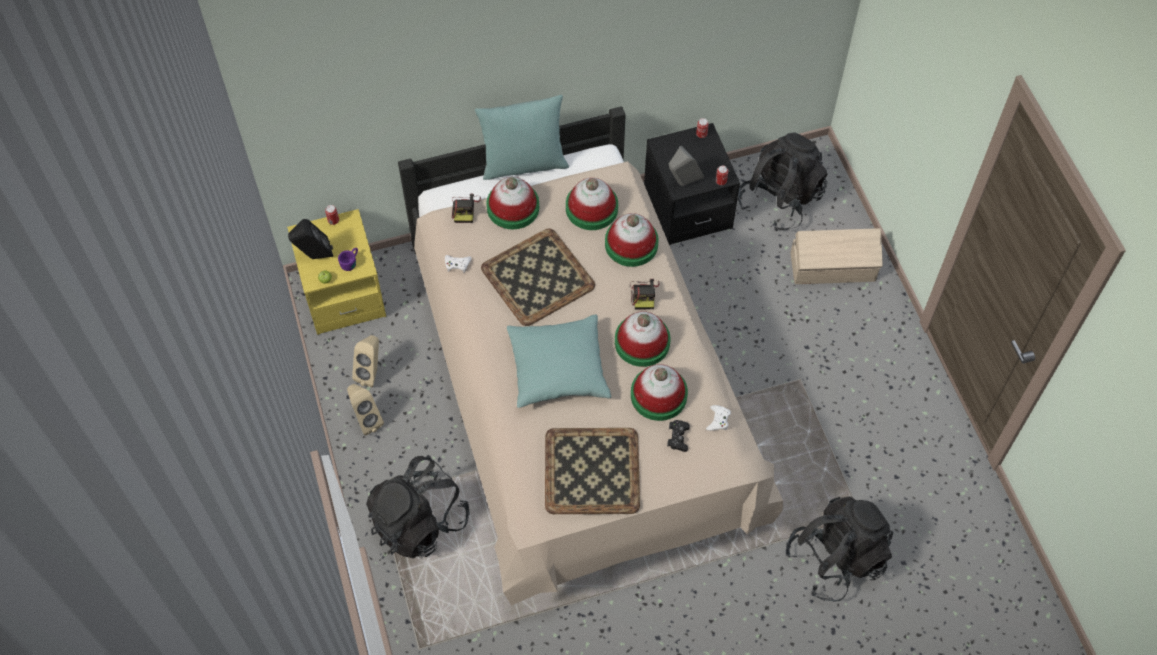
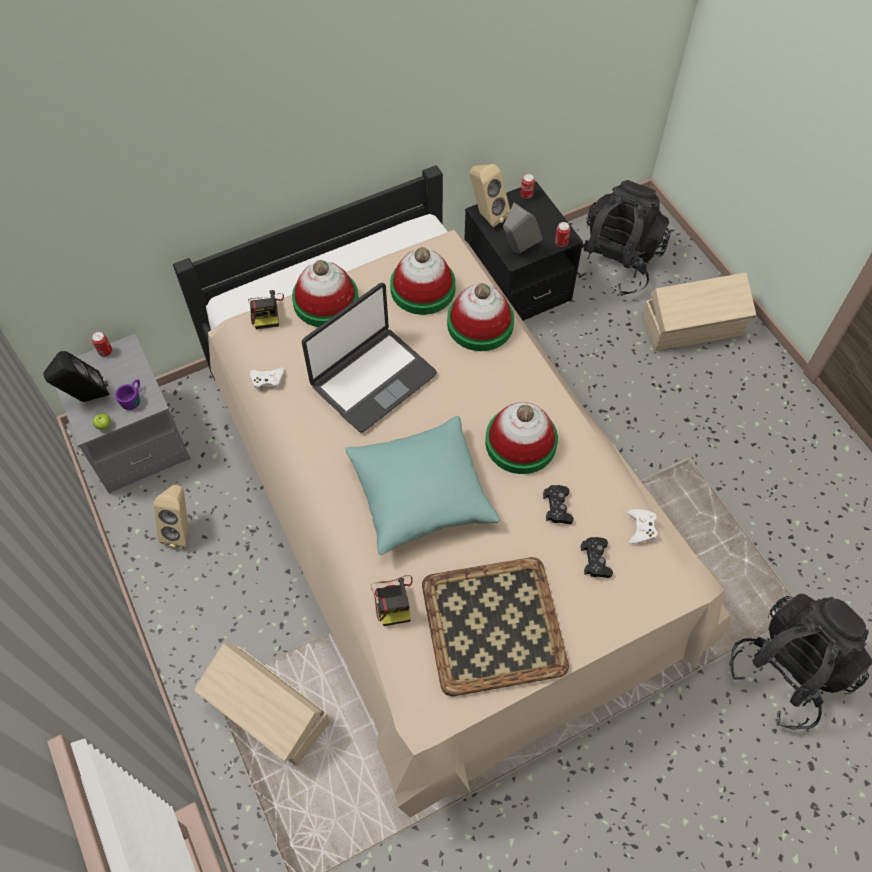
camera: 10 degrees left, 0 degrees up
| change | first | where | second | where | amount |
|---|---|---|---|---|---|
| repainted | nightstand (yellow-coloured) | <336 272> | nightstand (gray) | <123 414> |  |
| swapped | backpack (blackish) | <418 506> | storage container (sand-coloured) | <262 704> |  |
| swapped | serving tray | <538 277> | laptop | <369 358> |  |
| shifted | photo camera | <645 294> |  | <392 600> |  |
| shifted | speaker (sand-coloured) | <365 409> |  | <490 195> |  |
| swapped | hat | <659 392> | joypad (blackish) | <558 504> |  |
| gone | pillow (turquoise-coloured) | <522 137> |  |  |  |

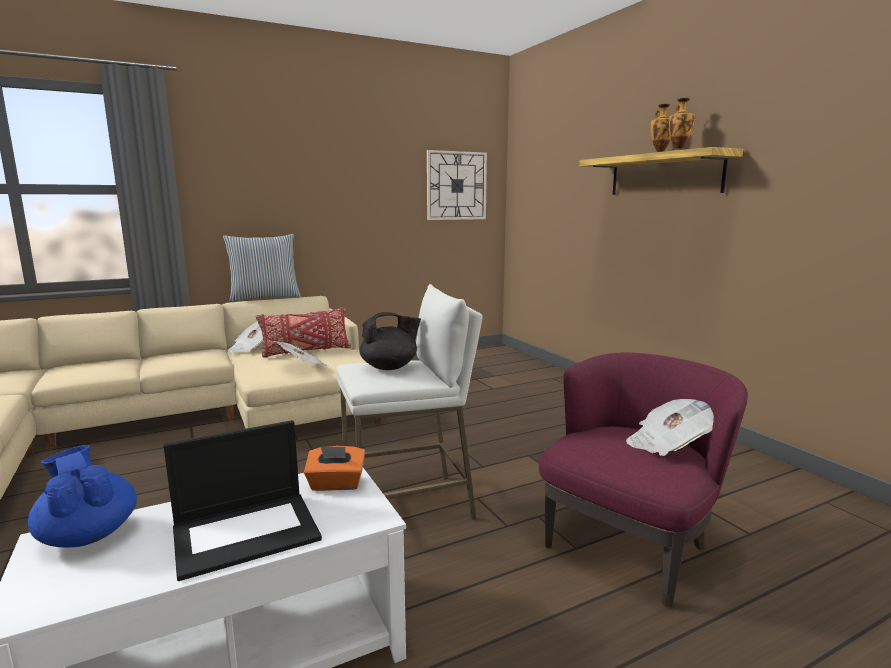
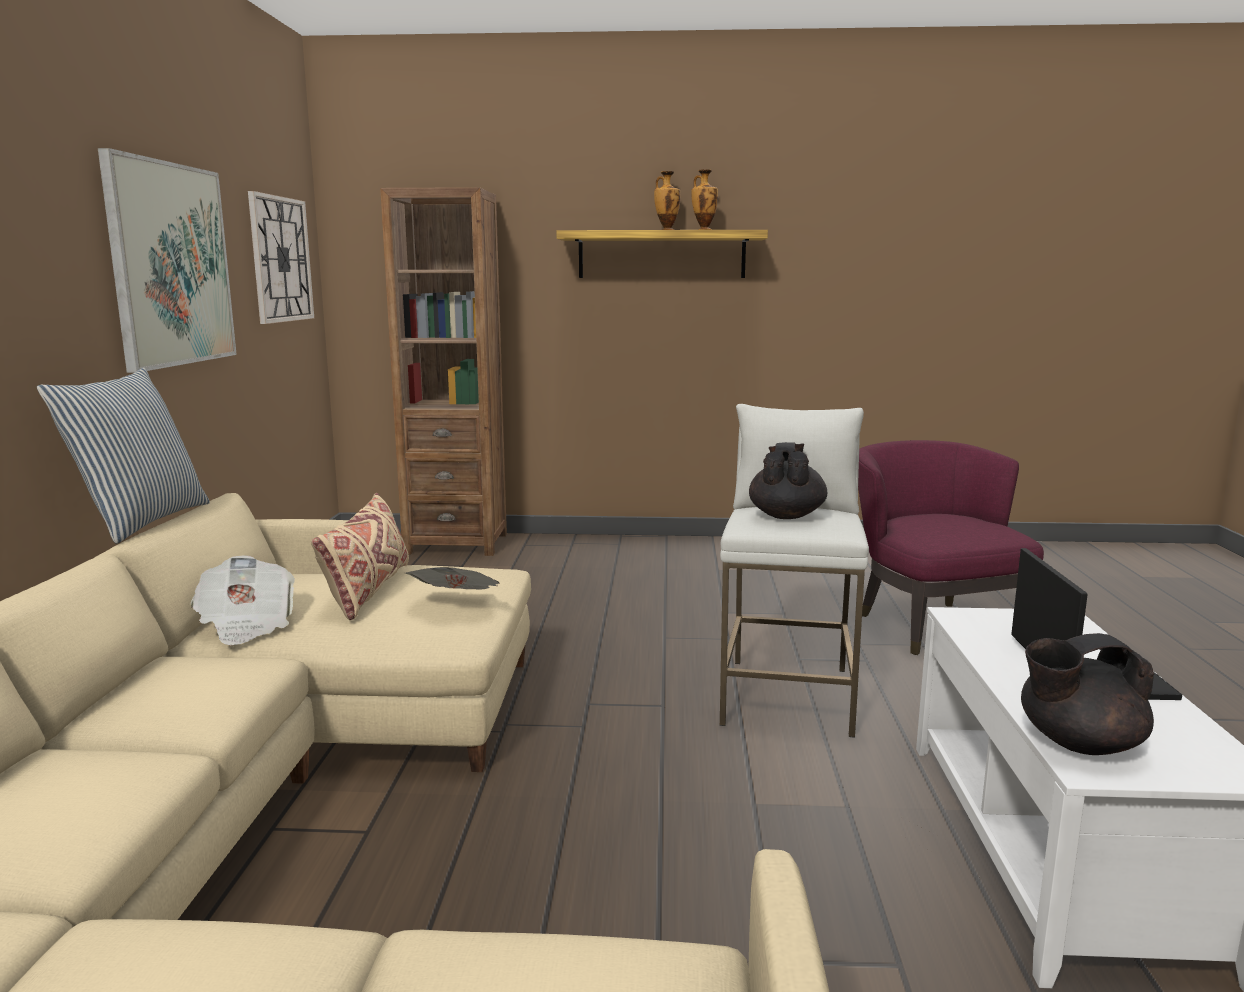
camera: 60 degrees left, 0 degrees up
| change | first | where | second | where | amount |
|---|---|---|---|---|---|
| new |  |  | wall art | <167 260> |  |
| repainted | pillow (reddish) | <303 332> | pillow (sand-coloured) | <360 556> |  |
| new |  |  | bookcase (brown) | <443 371> |  |
| repainted | teapot (bluish) | <82 496> | teapot (blackish) | <1087 694> |  |
| gone | tissue holder (orange-coloured) | <334 468> |  |  |  |
| gone | printed paper | <670 427> |  |  |  |

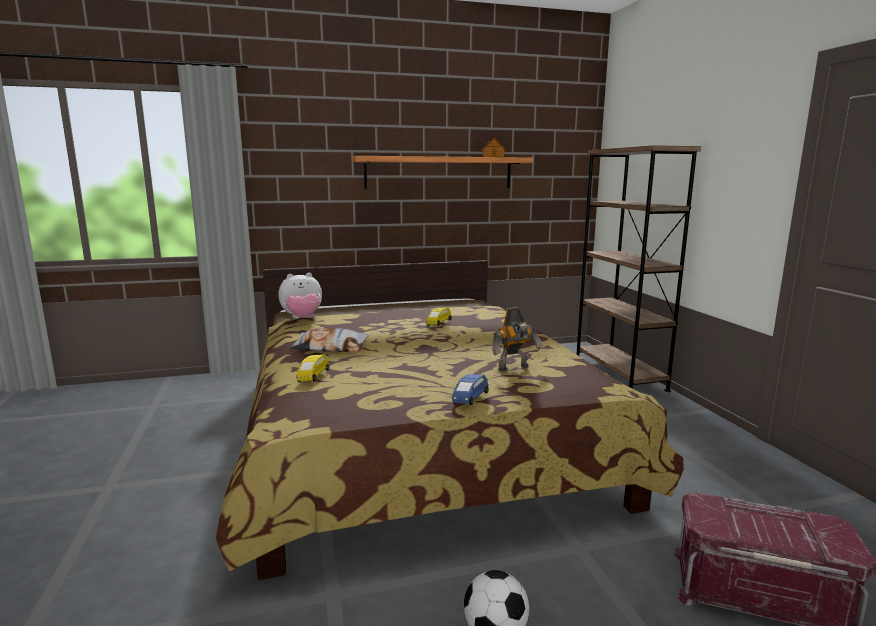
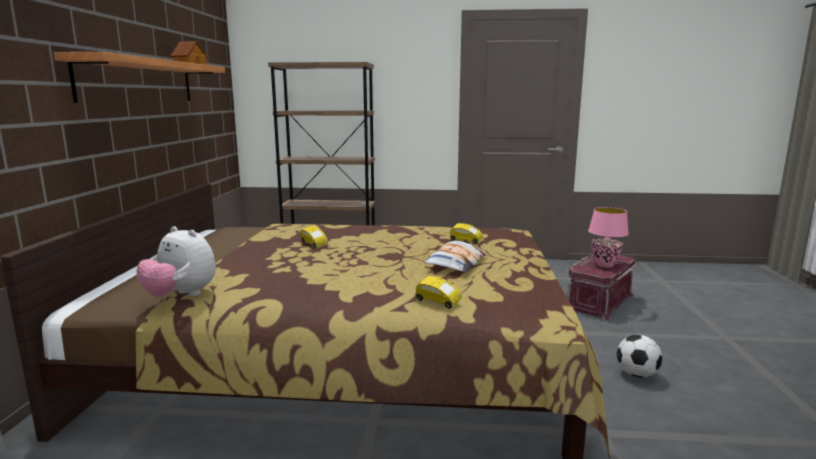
camera: 70 degrees left, 0 degrees up
| change | first | where | second | where | amount |
|---|---|---|---|---|---|
| rotated | cuddly toy | <300 296> |  | <176 261> | 120 degrees clockwise |
| shifted | pillow | <329 340> |  | <455 256> |  |
| swapped | robot figure | <517 339> | miniature car (yellow-coloured) | <466 233> |  |
| new |  |  | table lamp (pink-coloured) | <608 237> |  |
| gone | miniature car (bluish) | <470 389> |  |  |  |

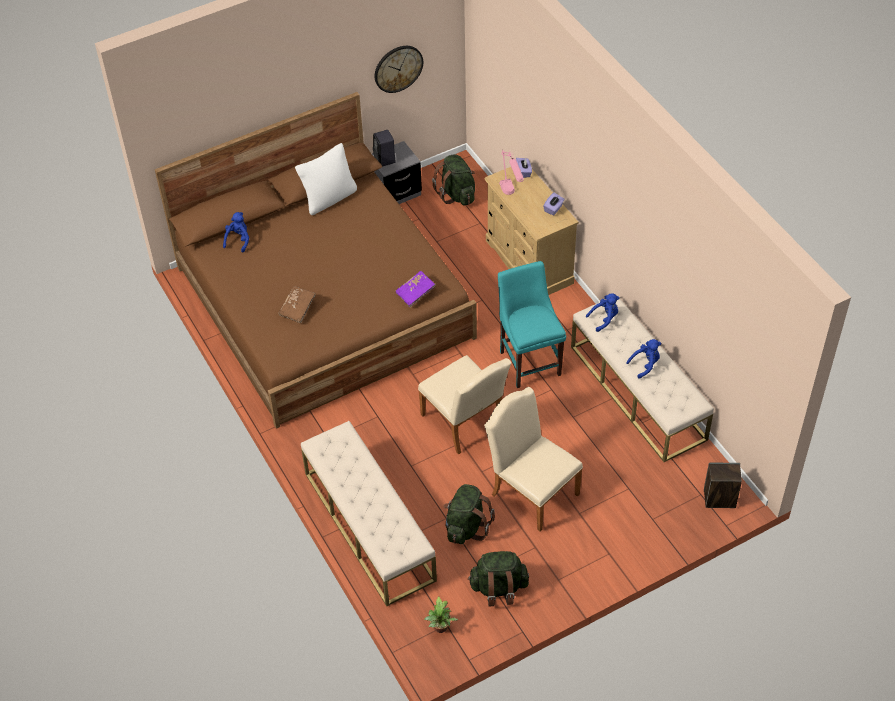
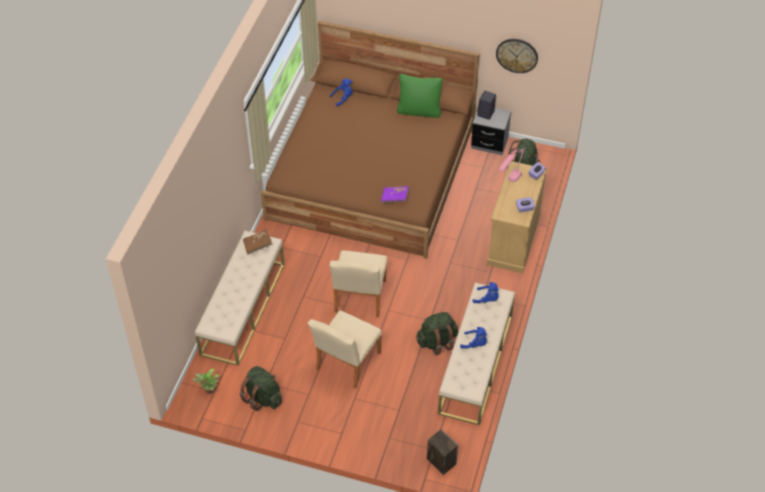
camera: 45 degrees right, 0 degrees up
| change | first | where | second | where | amount |
|---|---|---|---|---|---|
| shifted | volume (brown) | <297 304> |  | <257 242> |  |
| rotated | chair (sand-coloured) | <533 459> |  | <345 349> | 150 degrees counterclockwise |
| repainted | pillow (whitish) | <326 179> | pillow (green-coloured) | <420 96> |  |
| shifted | backpack (green-coloured) | <469 514> |  | <437 333> |  |
| gone | chair (turquoise-coloured) | <532 324> |  |  |  |

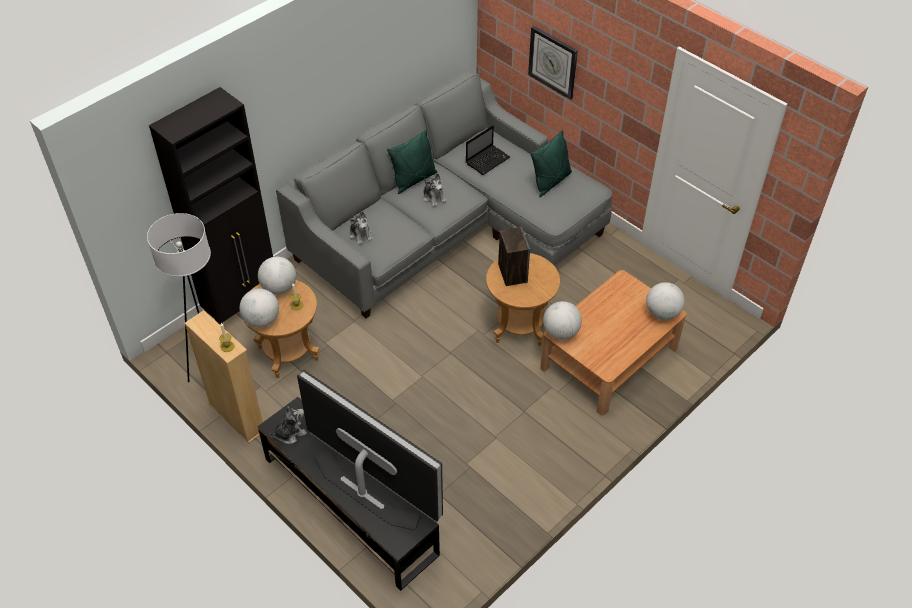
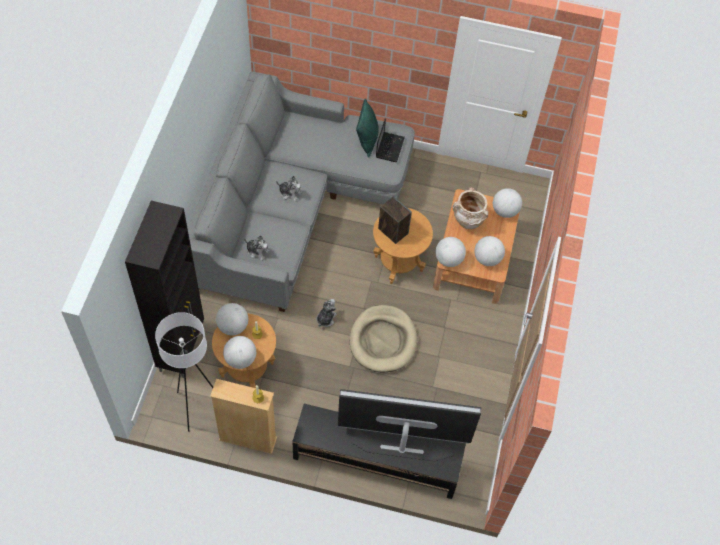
camera: 35 degrees left, 10 degrees up
| change | first | where | second | where | amount |
|---|---|---|---|---|---|
| shifted | cuddly toy | <288 425> |  | <327 313> |  |
| new |  |  | pet bed (sand-coloured) | <383 338> |  |
| shifted | laptop | <488 150> |  | <390 140> |  |
| new |  |  | decorative vase (sand-coloured) | <471 208> |  |
| new |  |  | desk globe | <489 251> |  |
| gone | pillow (green-coloured) | <412 162> |  |  |  |
| gone | wall clock | <553 63> |  |  |  |

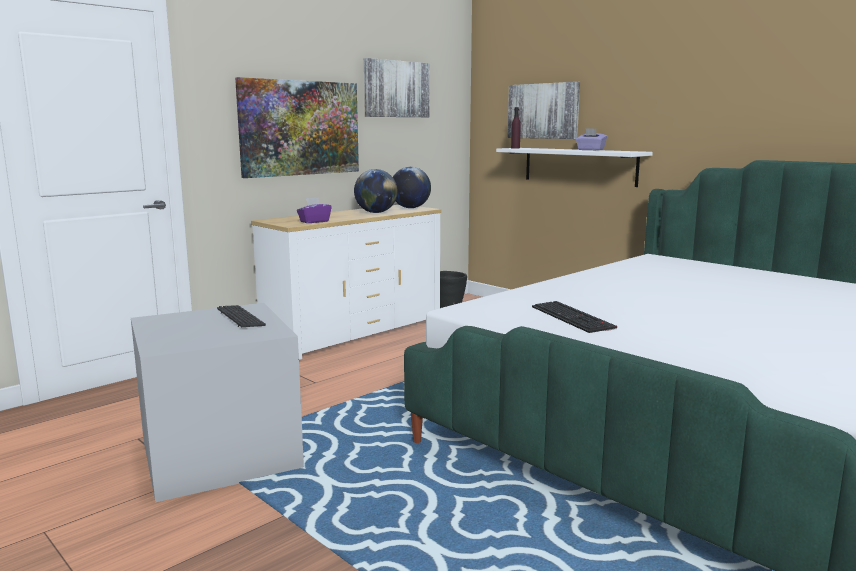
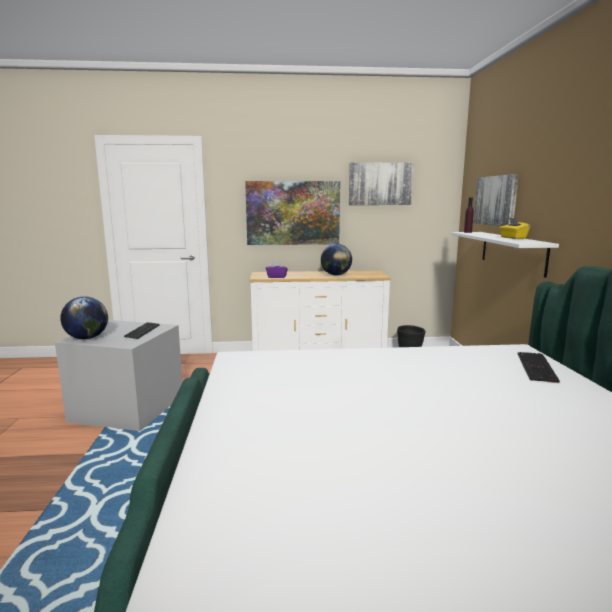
camera: 40 degrees right, 0 degrees up
| change | first | where | second | where | amount |
|---|---|---|---|---|---|
| shifted | desk globe | <412 187> |  | <84 317> |  |
| repainted | tissue holder (purplish) | <591 139> | tissue holder (yellow-coloured) | <514 228> |  |
| shifted | keyboard | <574 317> |  | <538 367> |  |

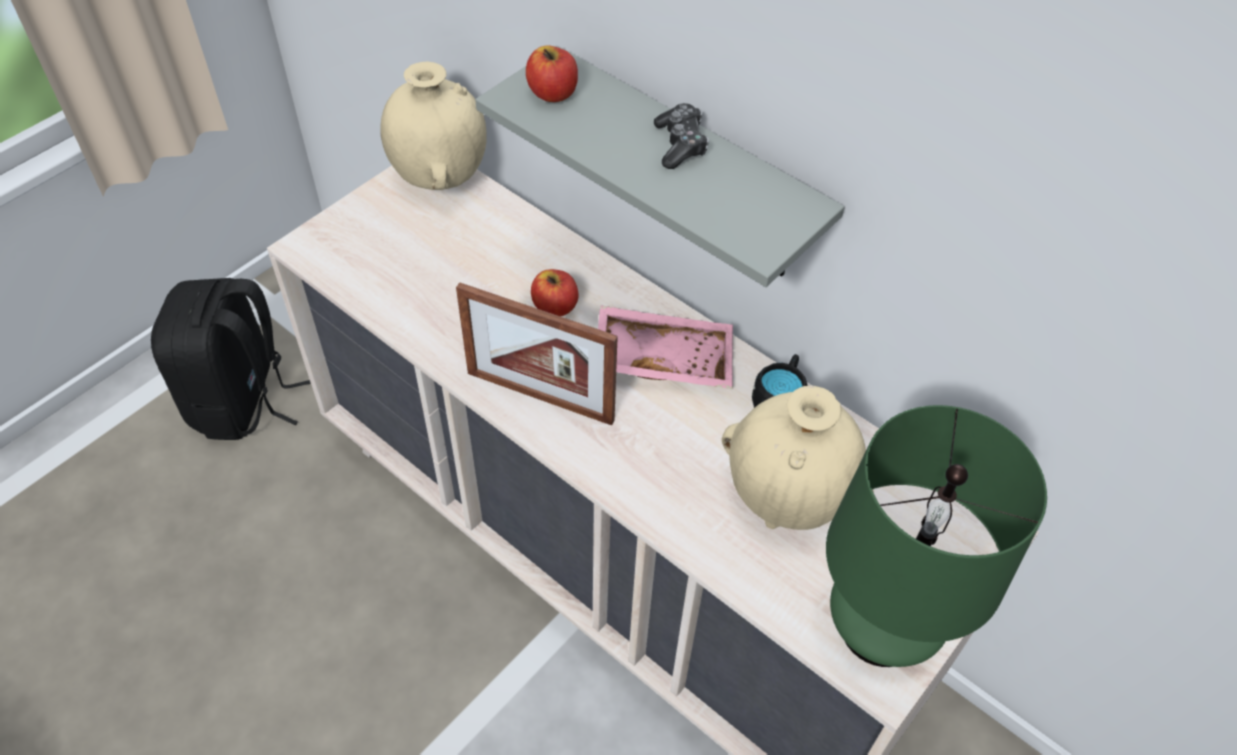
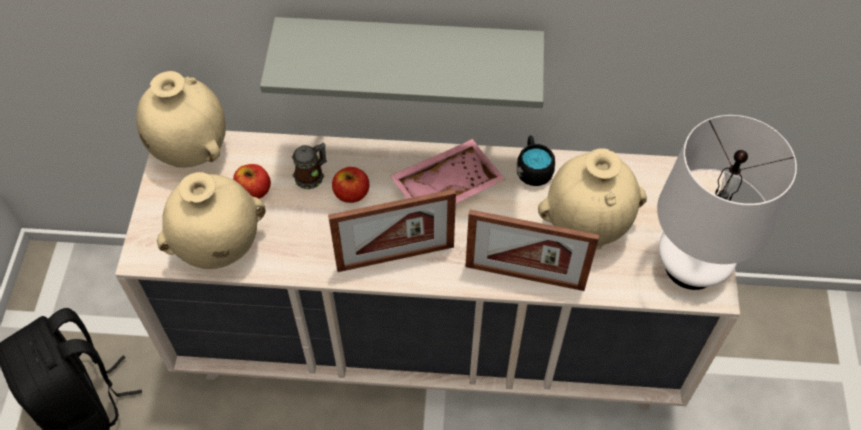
camera: 35 degrees left, 5 degrees up
| change | first | where | second | where | amount |
|---|---|---|---|---|---|
| new |  |  | decorative vase (sand-coloured) | <211 220> |  |
| shifted | whole apple | <552 73> |  | <252 181> |  |
| new |  |  | coffee mug | <309 165> |  |
| new |  |  | photo frame | <532 250> |  |
| repainted | table lamp (green-coloured) | <936 536> | table lamp (whitish) | <727 202> |  |
| gone | joypad | <681 136> |  |  |  |

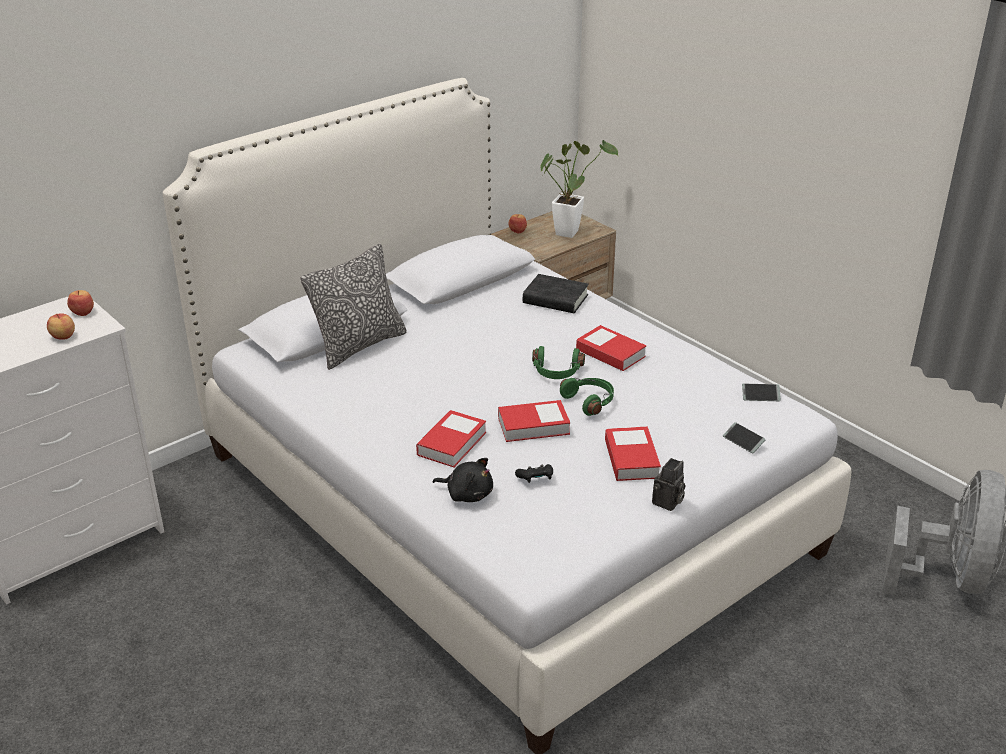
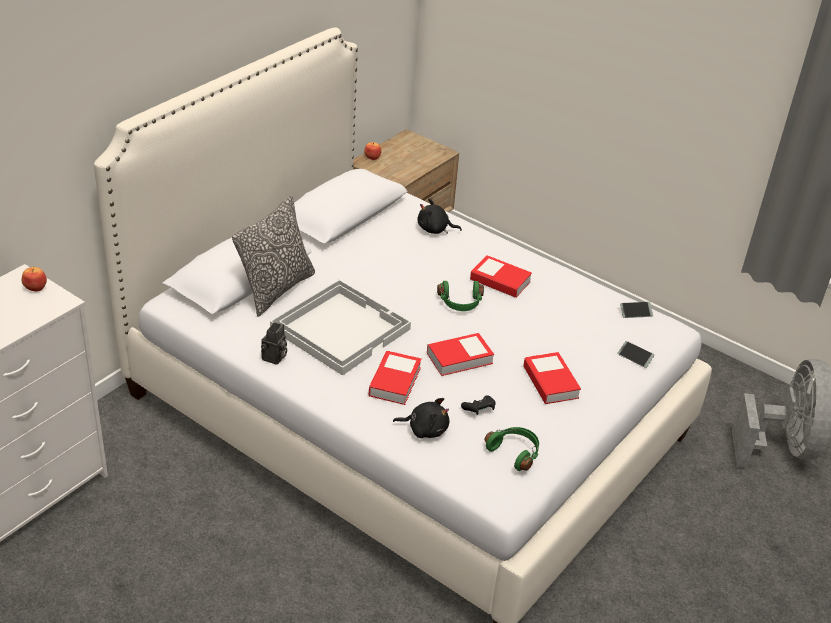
camera: 15 degrees left, 5 degrees up
| change | first | where | second | where | amount |
|---|---|---|---|---|---|
| shifted | photo camera | <668 484> |  | <274 343> |  |
| new |  |  | serving tray (whitish) | <340 327> |  |
| swapped | volume (blackish) | <556 293> | cuddly toy (blackish) | <439 216> |  |
| shifted | headset (green-coloured) | <587 397> |  | <512 449> |  |
| gone | whole apple | <61 326> |  |  |  |
| gone | potted plant | <579 189> |  |  |  |

